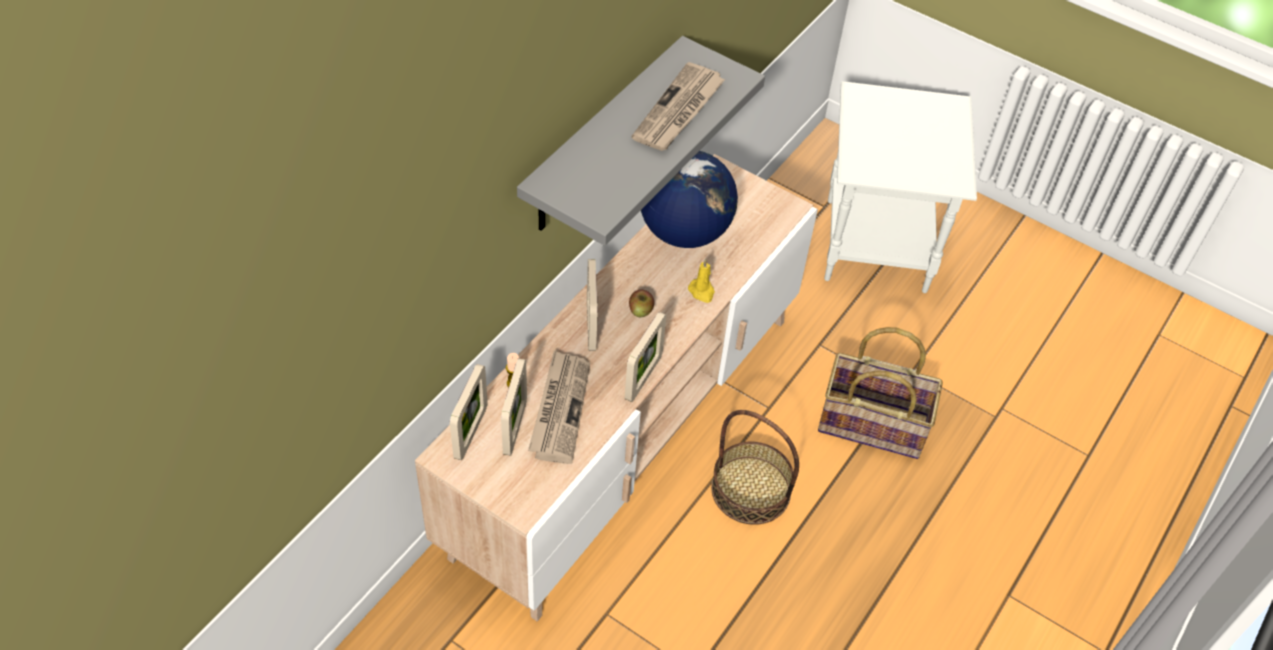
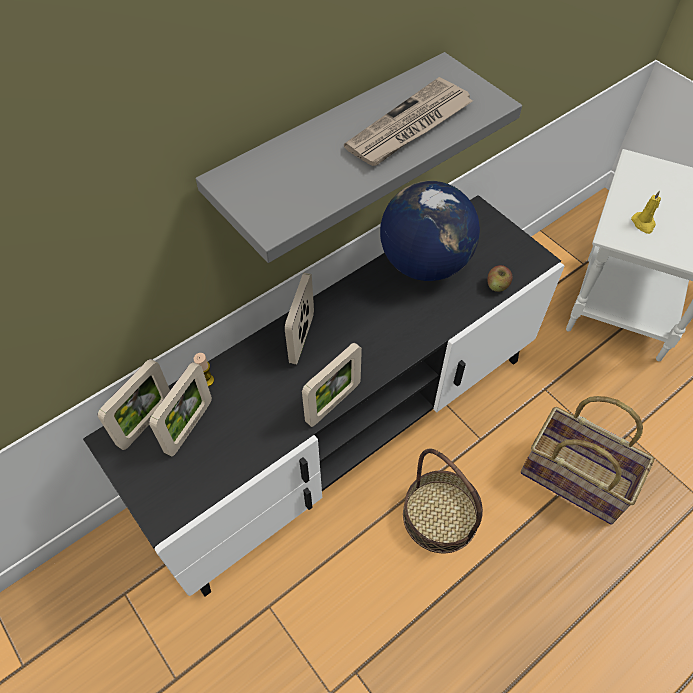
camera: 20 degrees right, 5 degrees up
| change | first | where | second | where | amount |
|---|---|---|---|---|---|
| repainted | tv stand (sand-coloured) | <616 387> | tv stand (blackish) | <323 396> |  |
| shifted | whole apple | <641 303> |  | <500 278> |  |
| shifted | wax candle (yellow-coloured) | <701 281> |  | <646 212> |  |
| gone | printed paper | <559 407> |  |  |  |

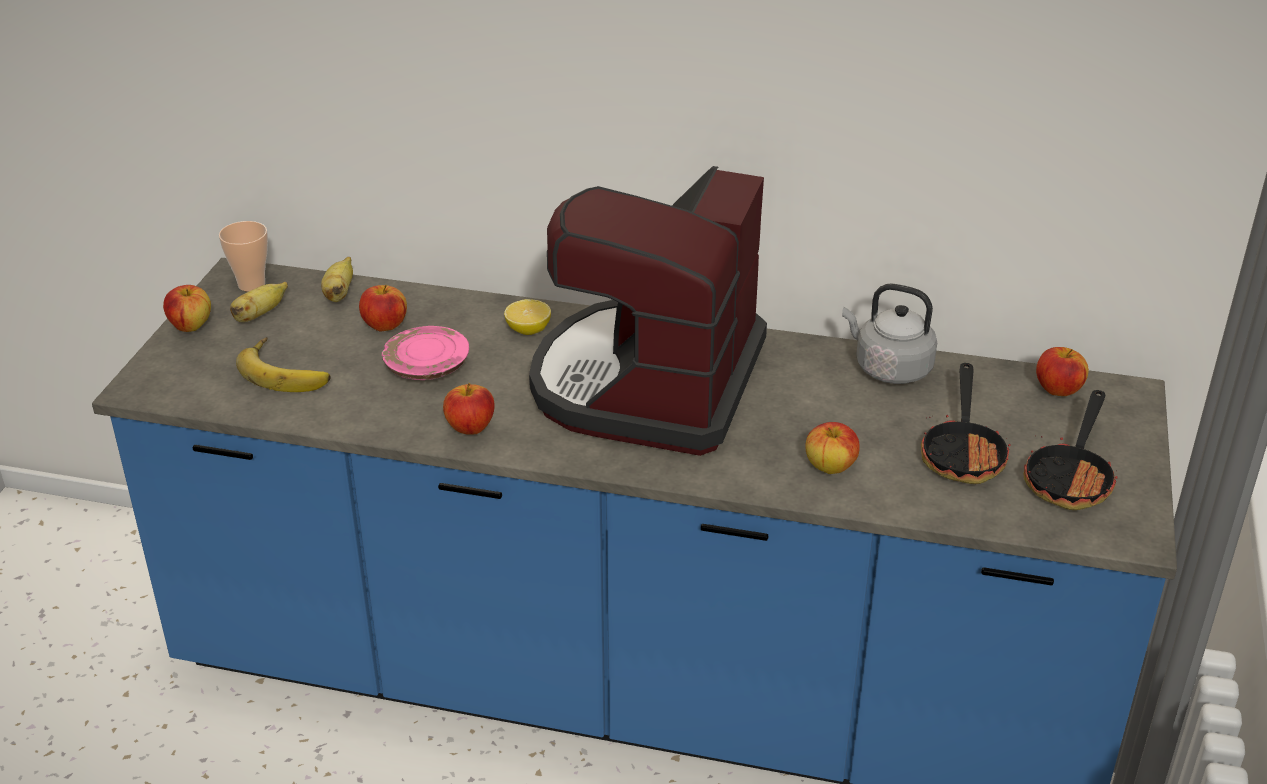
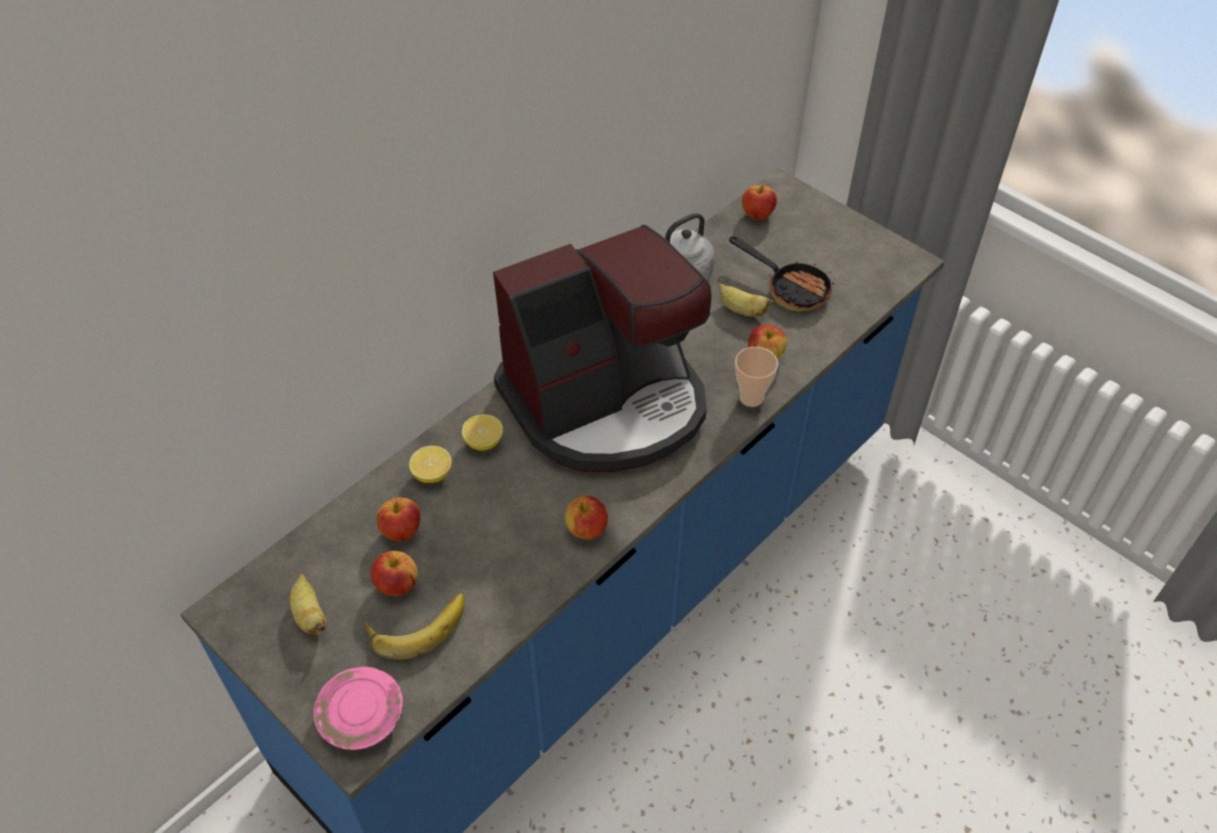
camera: 60 degrees left, 15 degrees up
| change | first | where | second | where | amount |
|---|---|---|---|---|---|
| shifted | flat dish (pink-coloured) | <425 353> |  | <358 708> |  |
| shifted | whole apple | <187 308> |  | <394 573> |  |
| new |  |  | lemon | <430 464> |  |
| rotated | coffee maker | <648 311> |  | <602 348> | 75 degrees counterclockwise |
| shifted | banana | <337 279> |  | <746 300> |  |
| shifted | small cup | <243 256> |  | <756 377> |  |
| gone | skillet | <1070 450> |  |  |  |

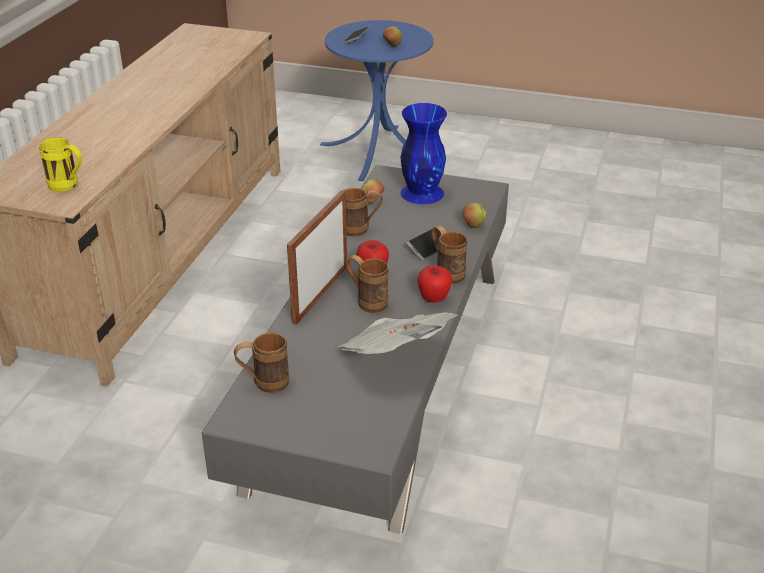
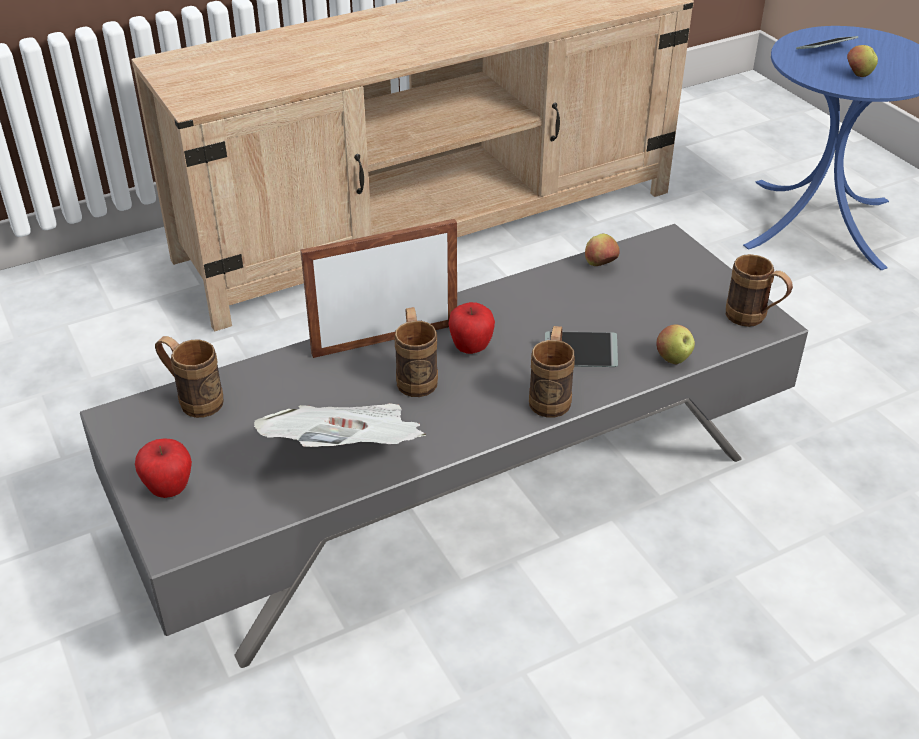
camera: 45 degrees right, 5 degrees up
| change | first | where | second | where | amount |
|---|---|---|---|---|---|
| shifted | whole apple | <434 284> |  | <163 468> |  |
| shifted | coffee mug (brown) | <362 212> |  | <759 290> |  |
| gone | coffee mug (yellow-coloured) | <60 165> |  |  |  |
| gone | decorative vase (bluish) | <423 153> |  |  |  |

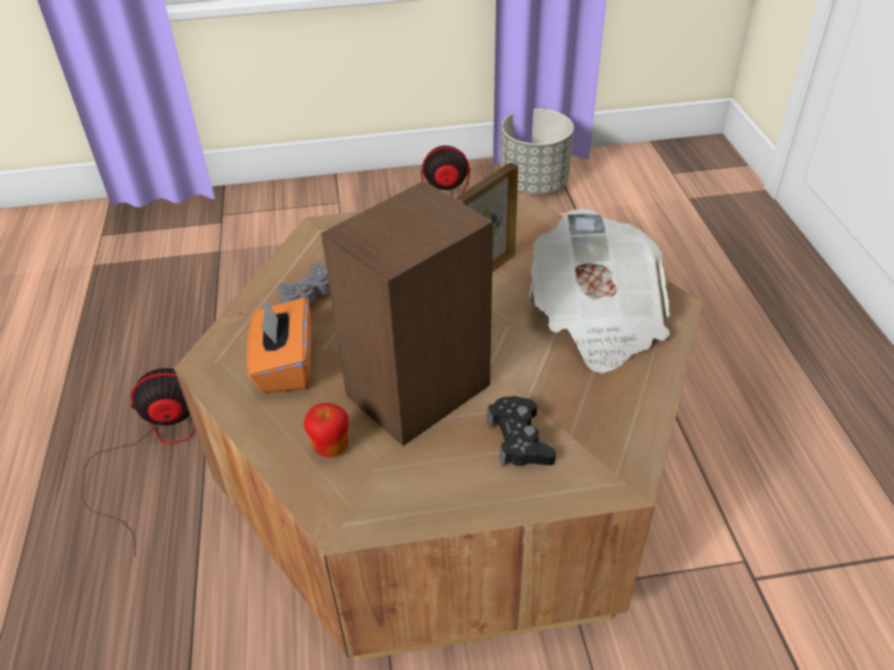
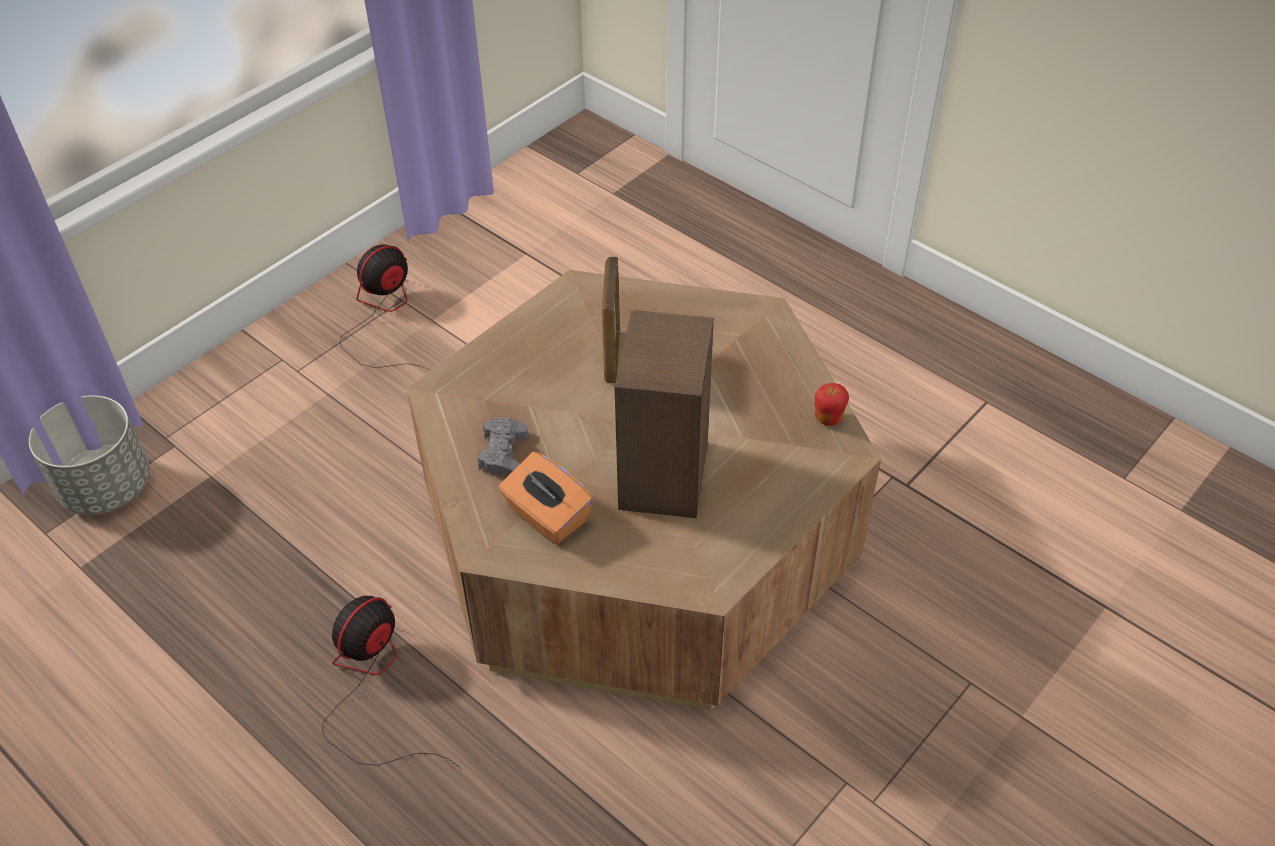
camera: 40 degrees left, 5 degrees up
| change | first | where | second | where | amount |
|---|---|---|---|---|---|
| shifted | plant pot (gray) | <537 151> |  | <89 455> |  |
| shifted | whole apple | <326 430> |  | <832 404> |  |
| gone | joypad (blackish) | <521 431> |  |  |  |
| gone | printed paper | <599 291> |  |  |  |

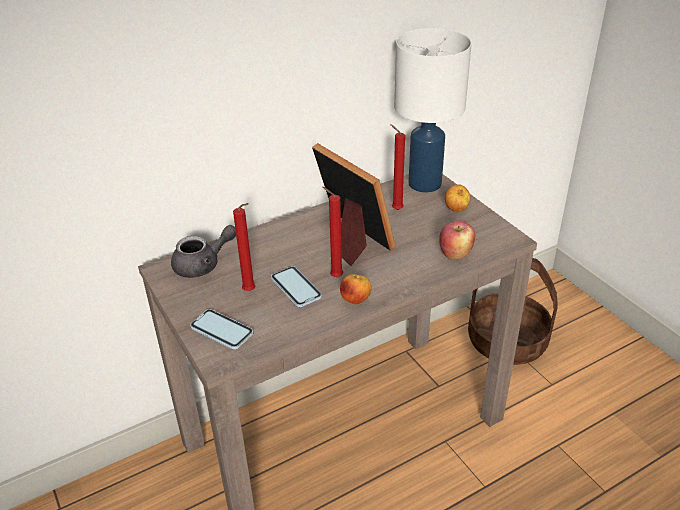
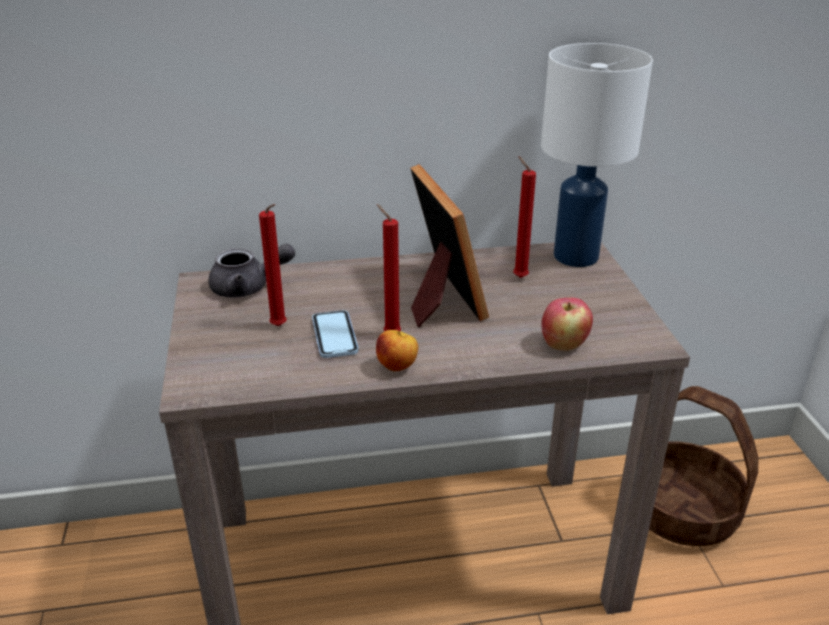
camera: 20 degrees right, 5 degrees down
| change | first | where | second | where | amount |
|---|---|---|---|---|---|
| gone | handset | <221 329> |  |  |  |
| gone | whole apple | <457 198> |  |  |  |

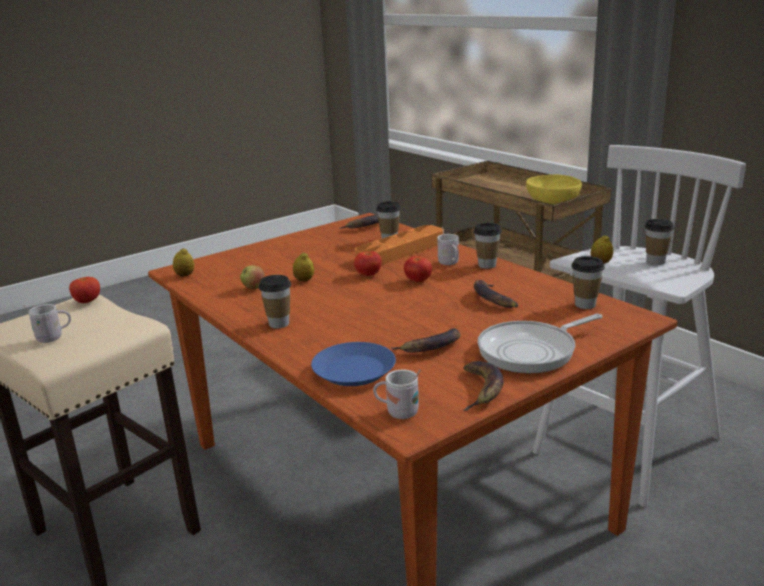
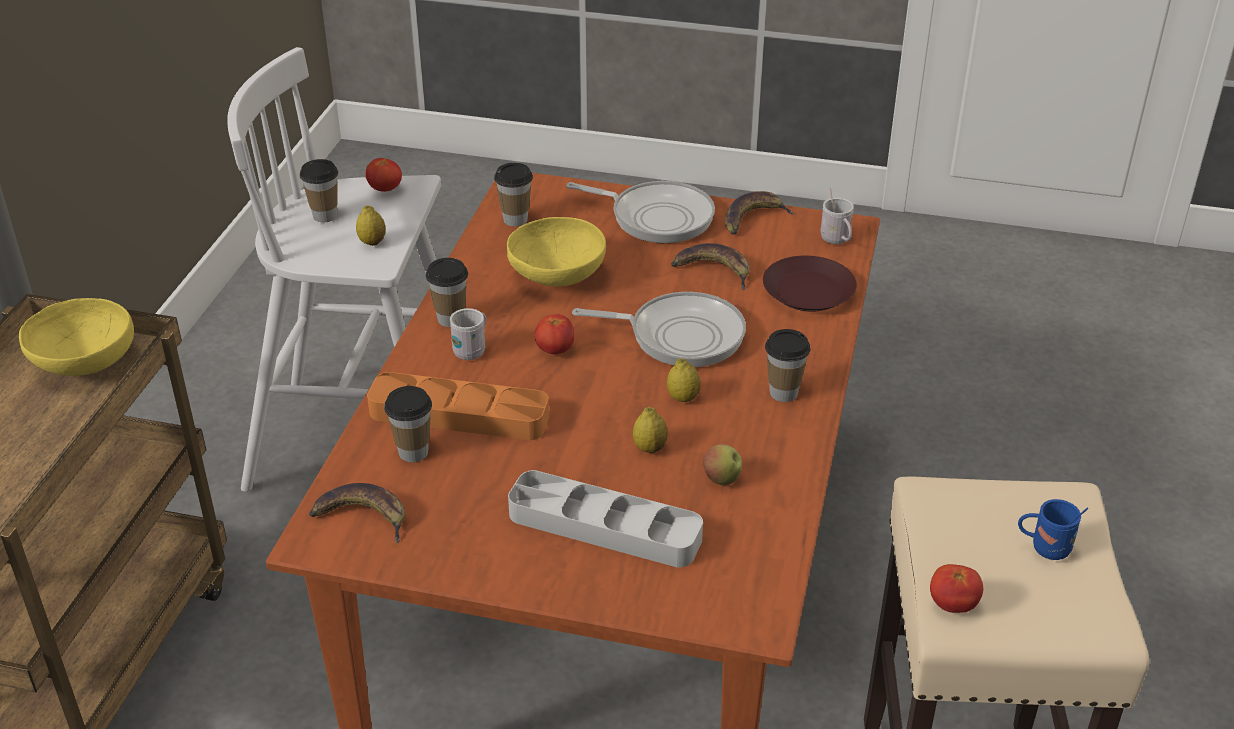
camera: 130 degrees left, 15 degrees up
| change | first | where | second | where | amount |
|---|---|---|---|---|---|
| shifted | whole tomato | <367 263> |  | <383 175> |  |
| swapped | banana | <496 294> | bowl (yellow-coloured) | <556 252> |  |
| new |  |  | serving tray (gray) | <605 519> |  |
| new |  |  | skillet | <659 329> |  |
| shifted | lemon | <183 262> |  | <684 380> |  |
| repainted | flat dish (bluish) | <353 364> | flat dish (brown) | <810 284> |  |
| repainted | coffee mug (whitish) | <47 323> | coffee mug (bluish) | <1053 529> |  |

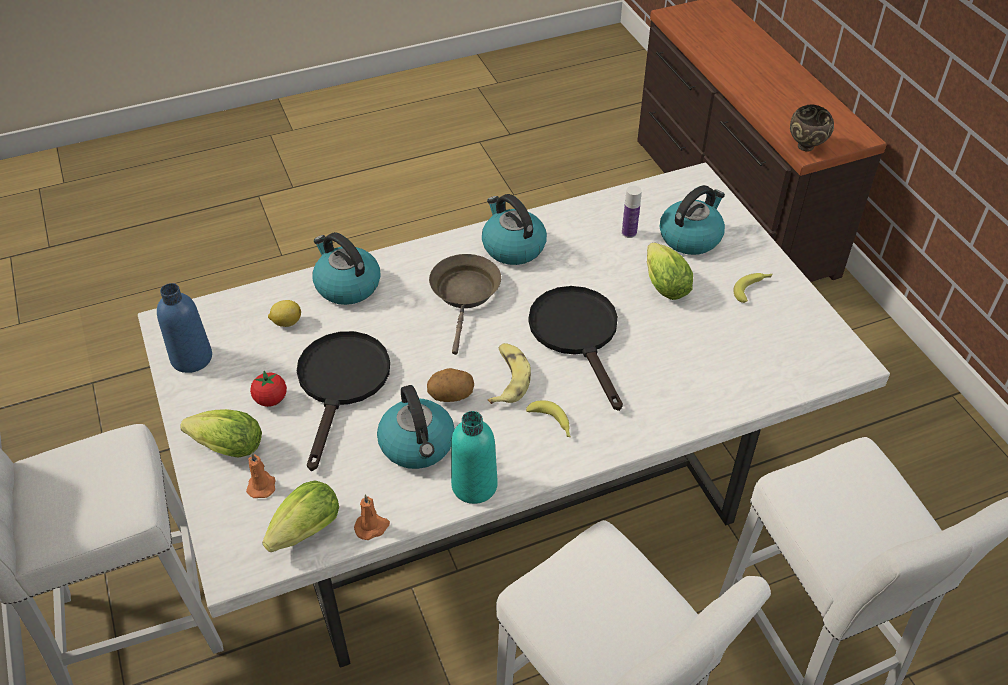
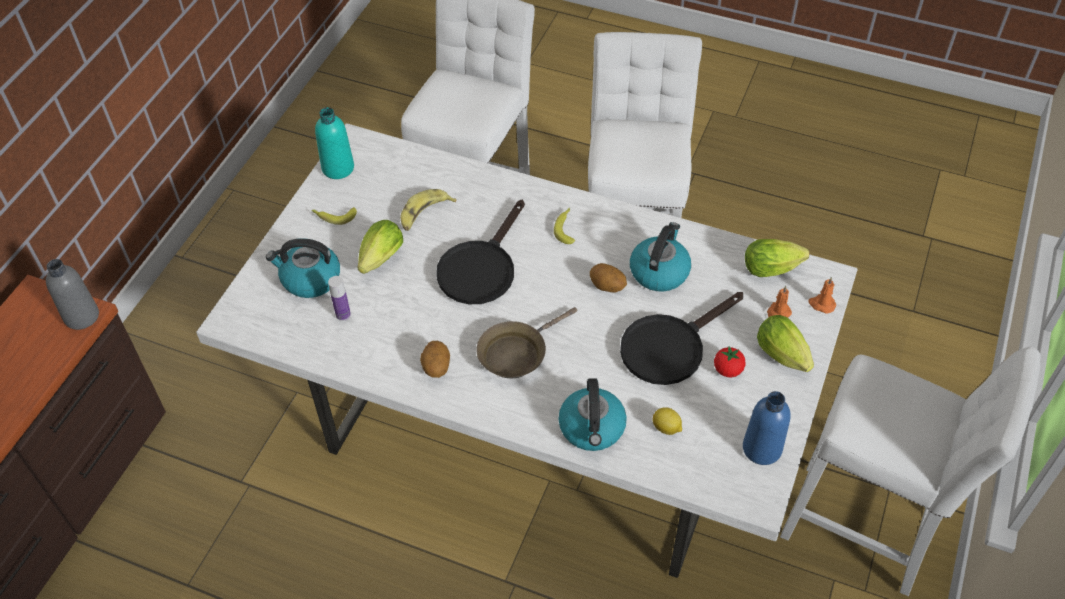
camera: 135 degrees left, 5 degrees up
| change | first | where | second | where | amount |
|---|---|---|---|---|---|
| swapped | bowl (brown) | <812 128> | beverage bottle (gray) | <72 294> |  |
| shifted | beverage bottle (turquoise-coloured) | <474 457> |  | <334 143> |  |
| shifted | banana | <509 373> |  | <428 210> |  |
| swapped | water kettle | <514 229> | potato | <435 359> |  |
| shifted | wax candle (orange-coloured) | <372 517> |  | <822 295> |  |

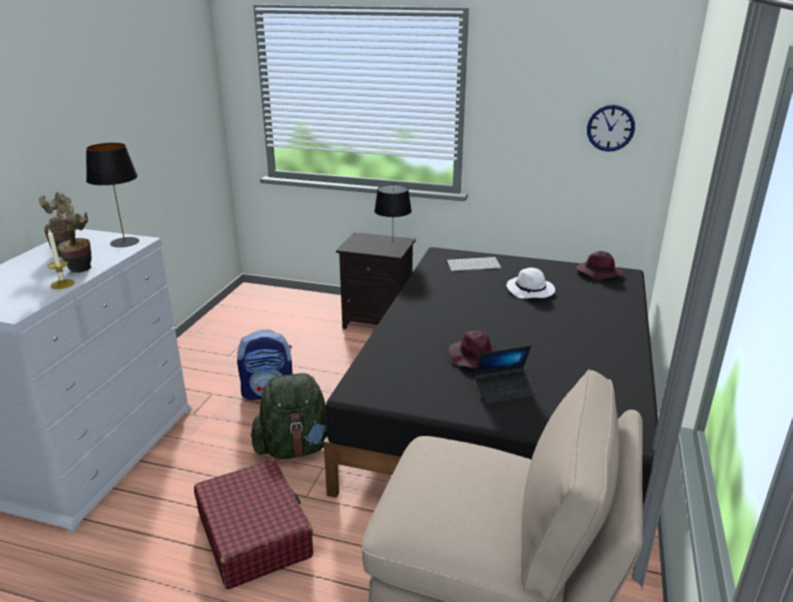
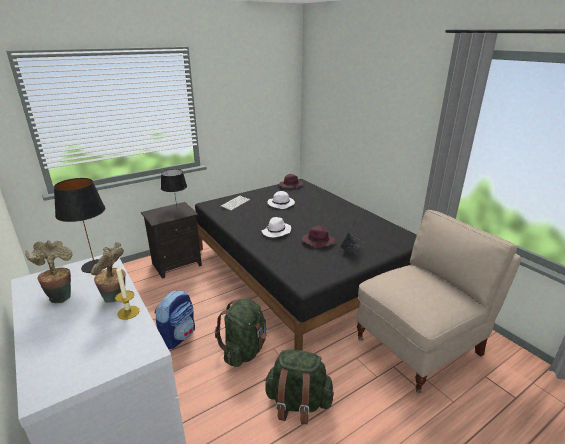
camera: 50 degrees left, 0 degrees up
| change | first | where | second | where | amount |
|---|---|---|---|---|---|
| new |  |  | hat (whitish) | <276 227> |  |
| swapped | piece of luggage (reddish) | <253 524> | backpack (green-coloured) | <299 386> |  |
| gone | wall clock | <611 128> |  |  |  |

